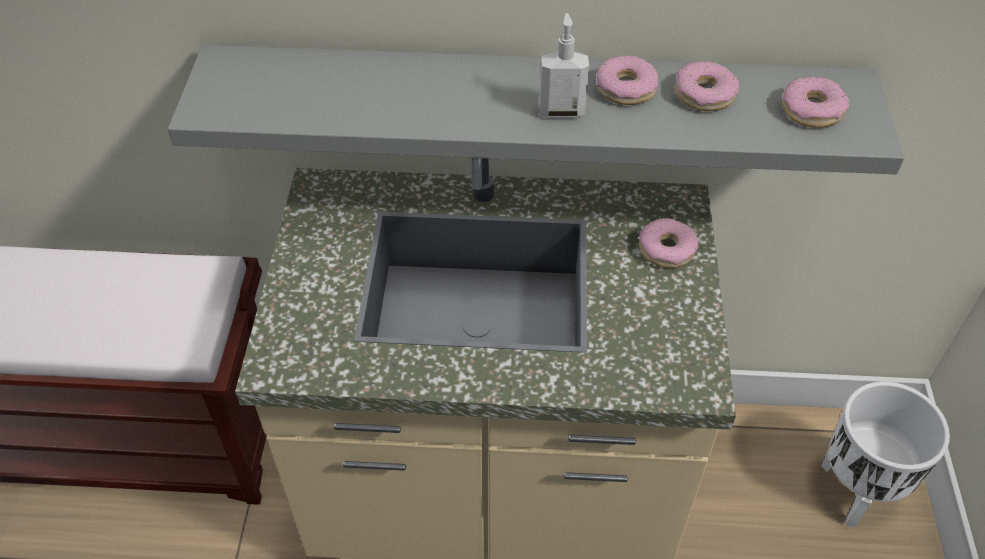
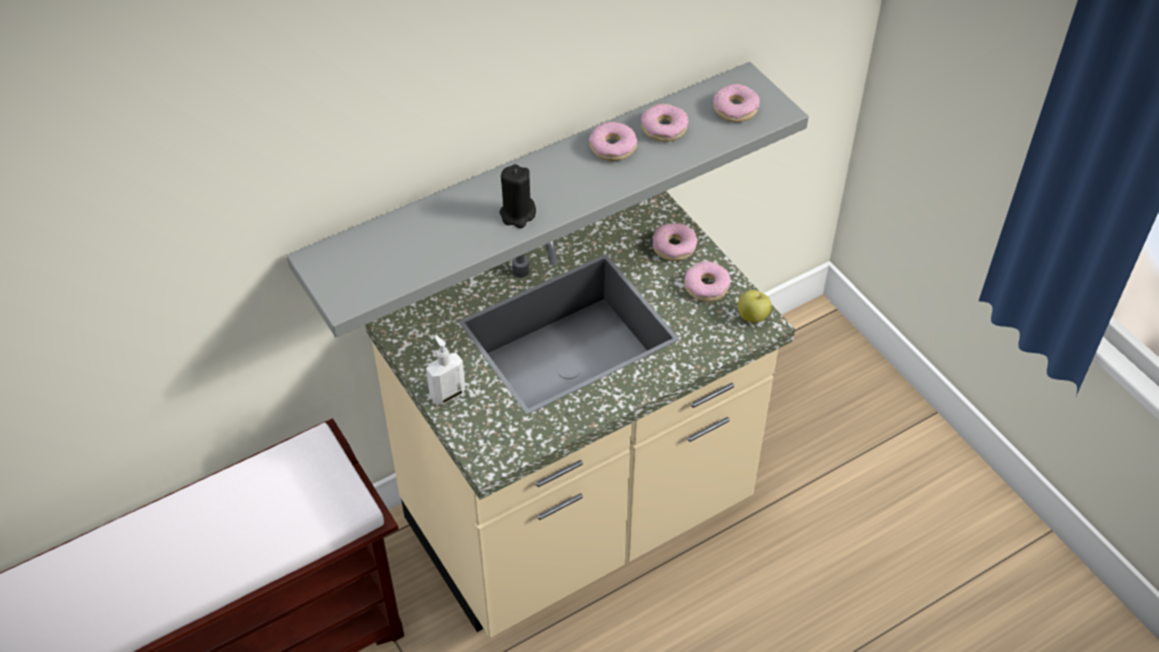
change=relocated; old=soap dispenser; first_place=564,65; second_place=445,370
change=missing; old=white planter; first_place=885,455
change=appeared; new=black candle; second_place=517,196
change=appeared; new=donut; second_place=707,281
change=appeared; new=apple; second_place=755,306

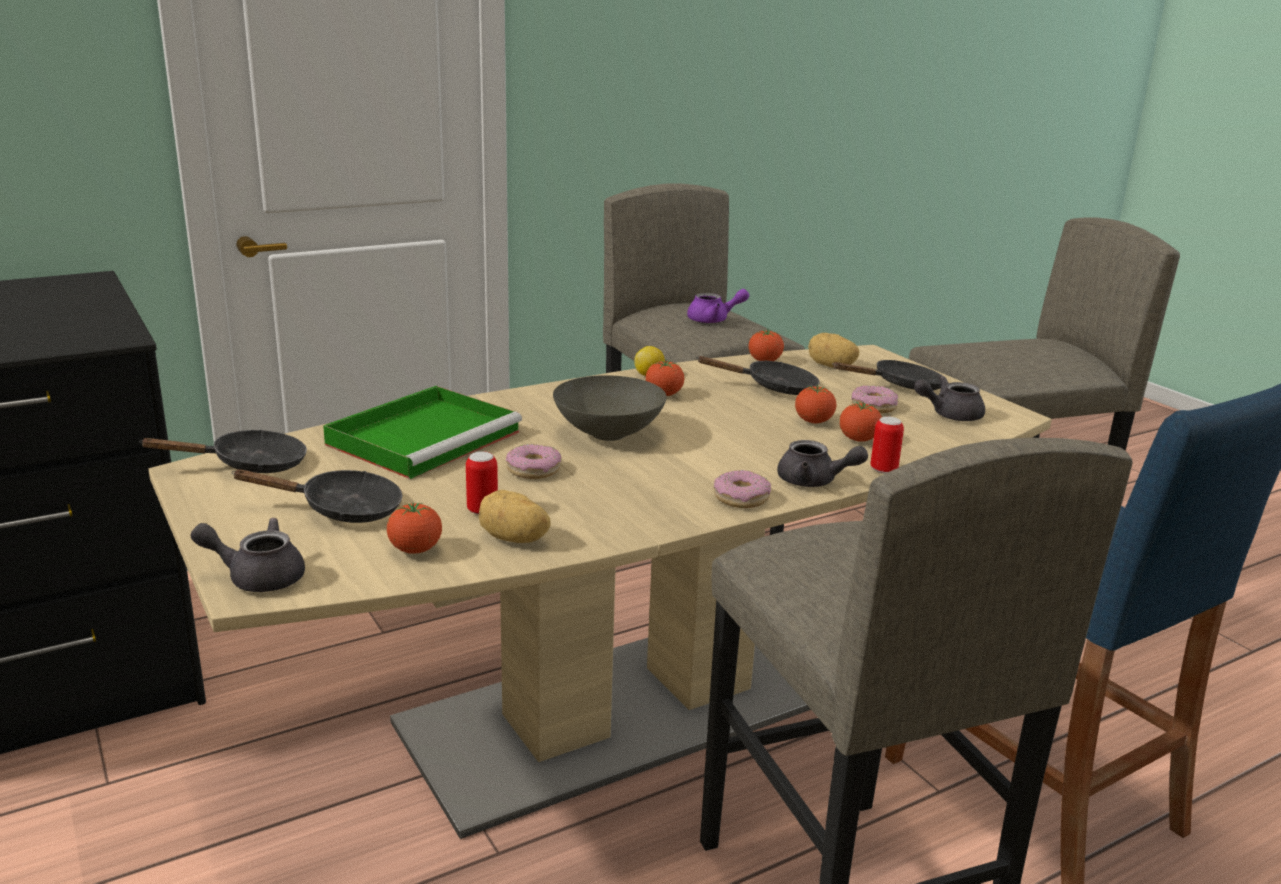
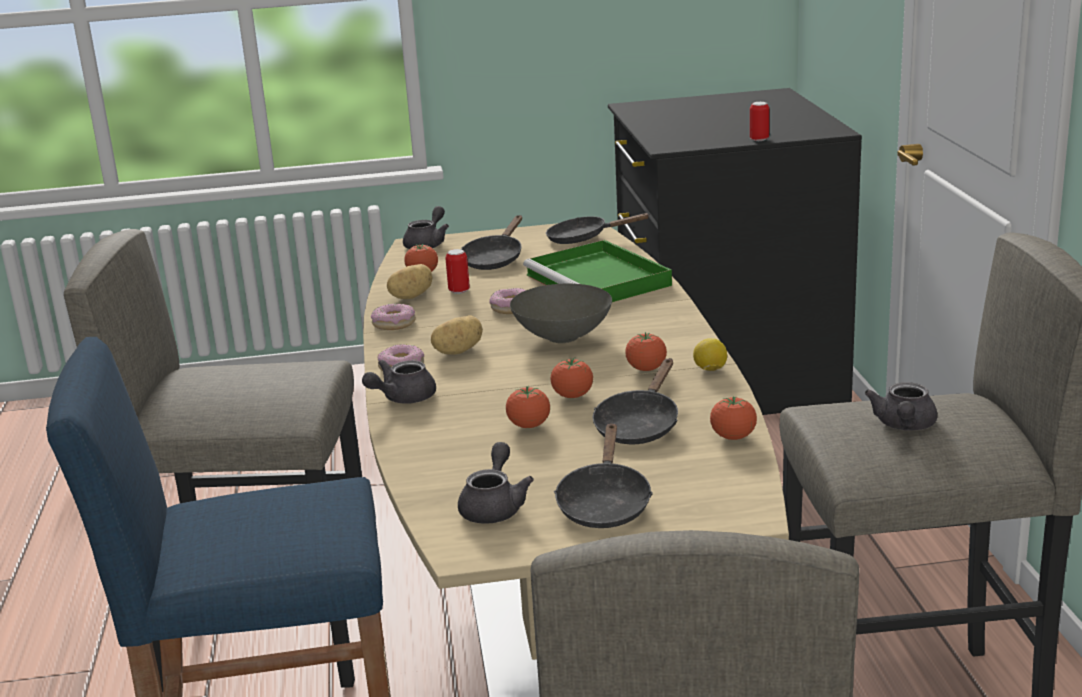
change=spun; old=black frying pan; first_place=223,451; second_place=597,228; degrees=90
change=colour; old=purple teapot; new=grey teapot; first_place=718,306; second_place=901,406
change=relocated; old=potato; first_place=833,350; second_place=457,335
change=relocated; old=tomato; first_place=860,421; second_place=572,378
change=relocated; old=donut; first_place=874,399; second_place=393,317
change=relocated; old=can; first_place=887,445; second_place=759,121

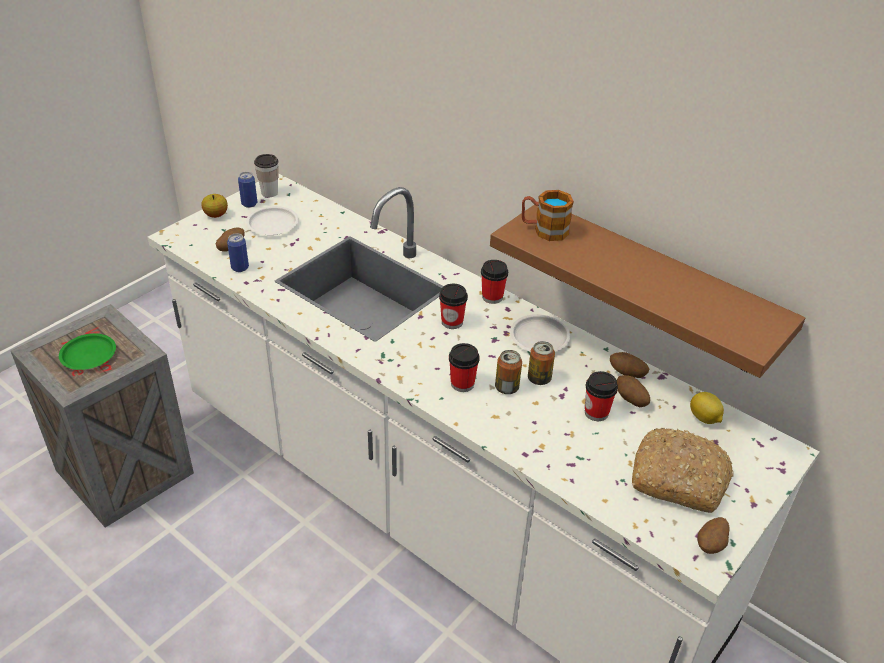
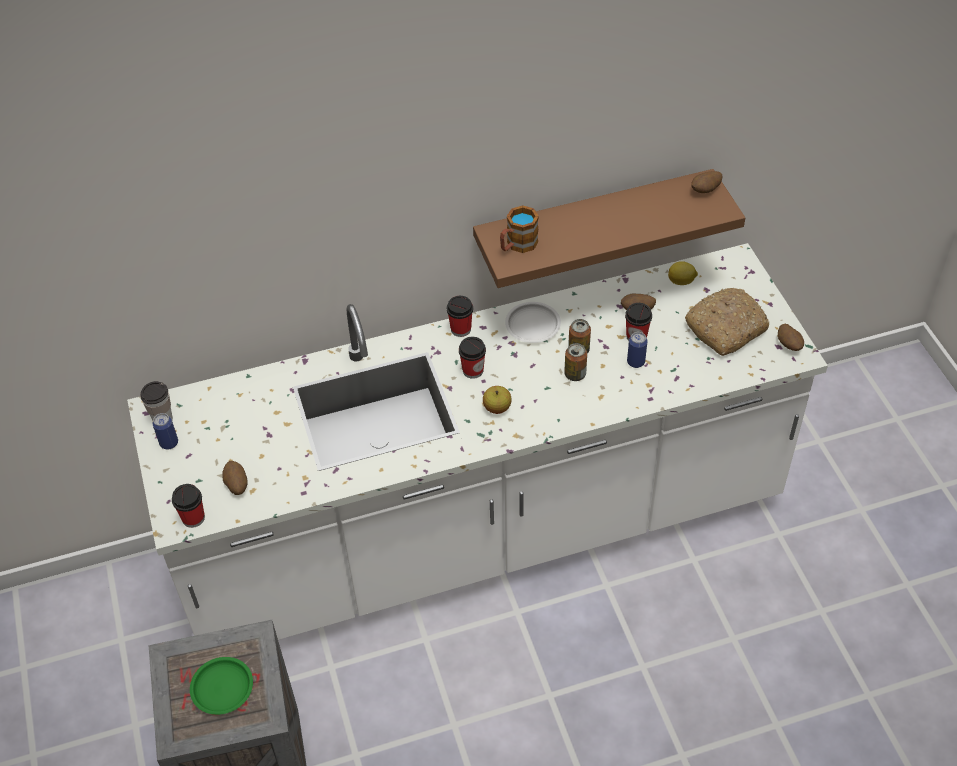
change=relocated; old=apple; first_place=214,206; second_place=497,400
change=relocated; old=can; first_place=238,252; second_place=637,350
change=missing; old=white plate; first_place=272,220
change=relocated; old=cup; first_place=464,367; second_place=188,506
change=relocated; old=potato; first_place=629,365; second_place=706,182

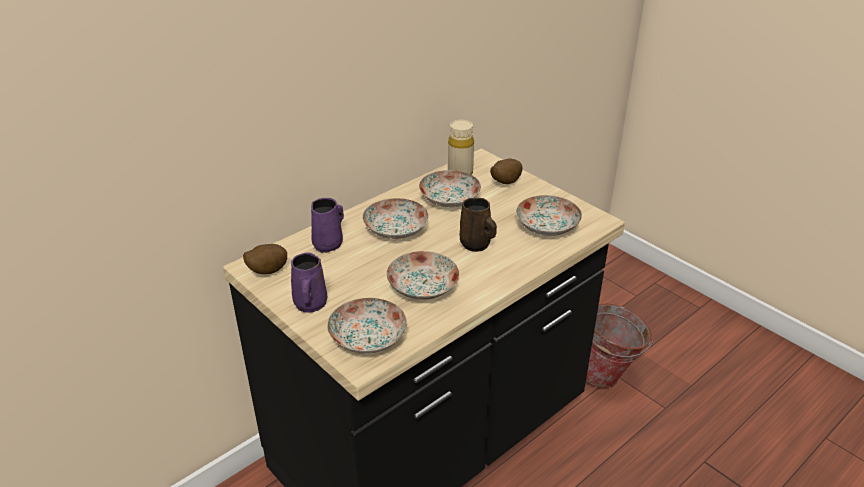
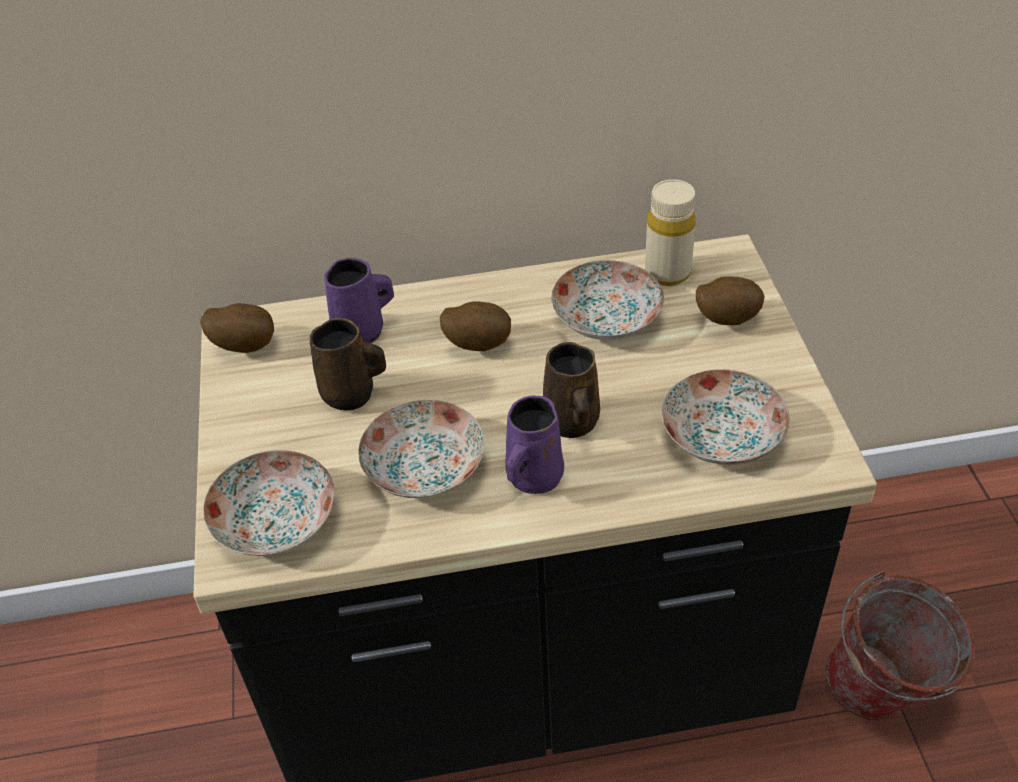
change=relocated; old=purple mug; first_place=309,282; second_place=535,445
change=exchanged; old=plate; new=potato; first_place=395,218; second_place=475,326
change=appeared; new=brown mug; second_place=348,364

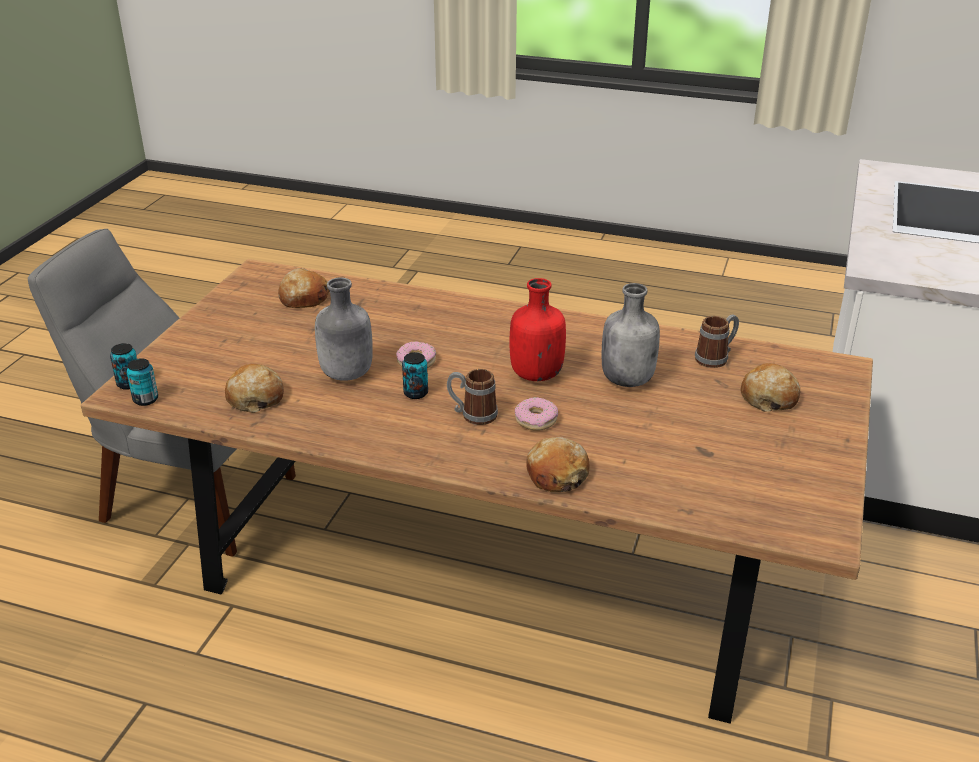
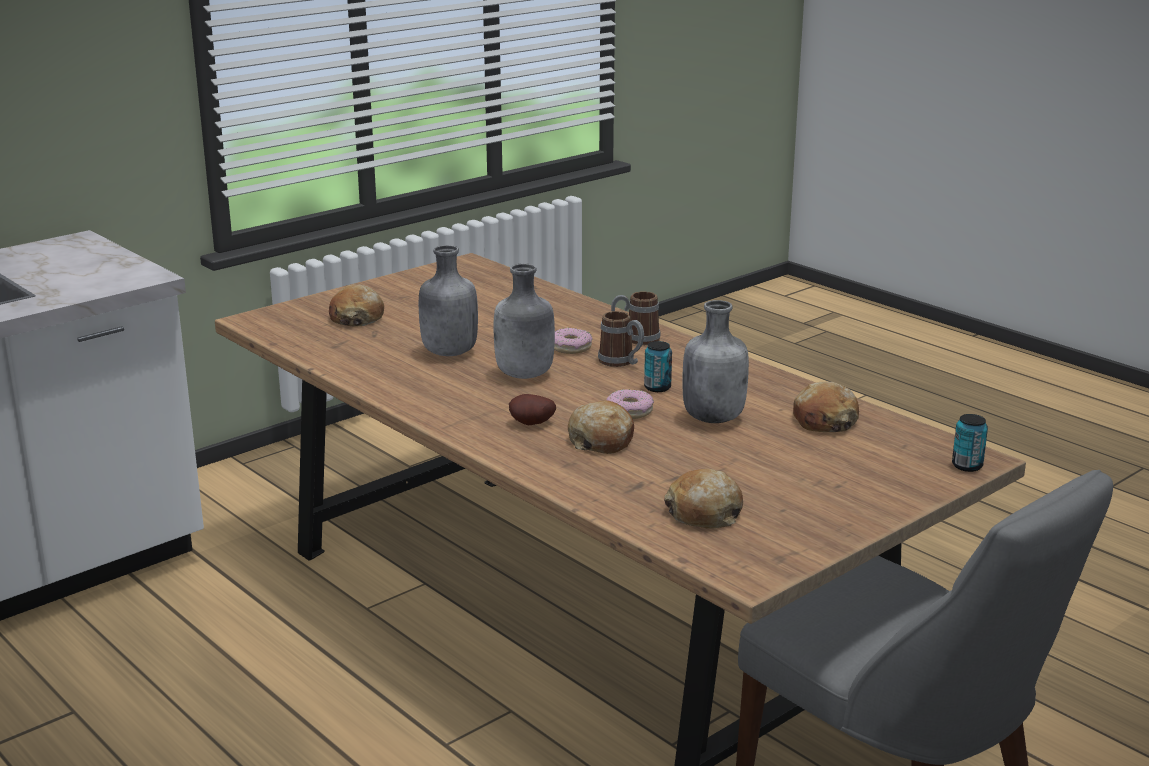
change=missing; old=can; first_place=142,382
change=colour; old=red bottle; new=grey bottle; first_place=537,329; second_place=524,321
change=relocated; old=bread; first_place=558,464; second_place=601,427
change=relocated; old=mug; first_place=717,341; second_place=636,318
change=appeared; new=potato; second_place=532,409

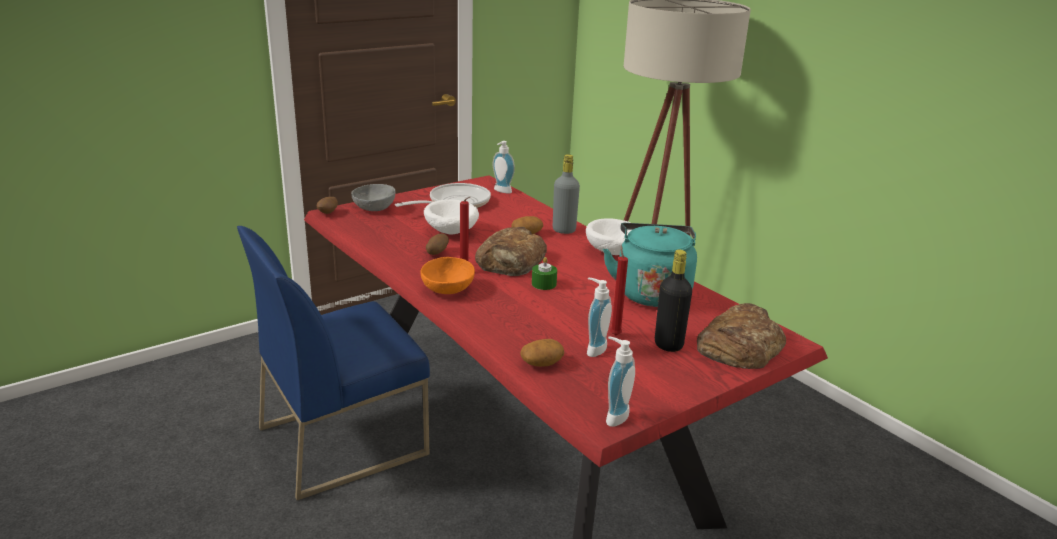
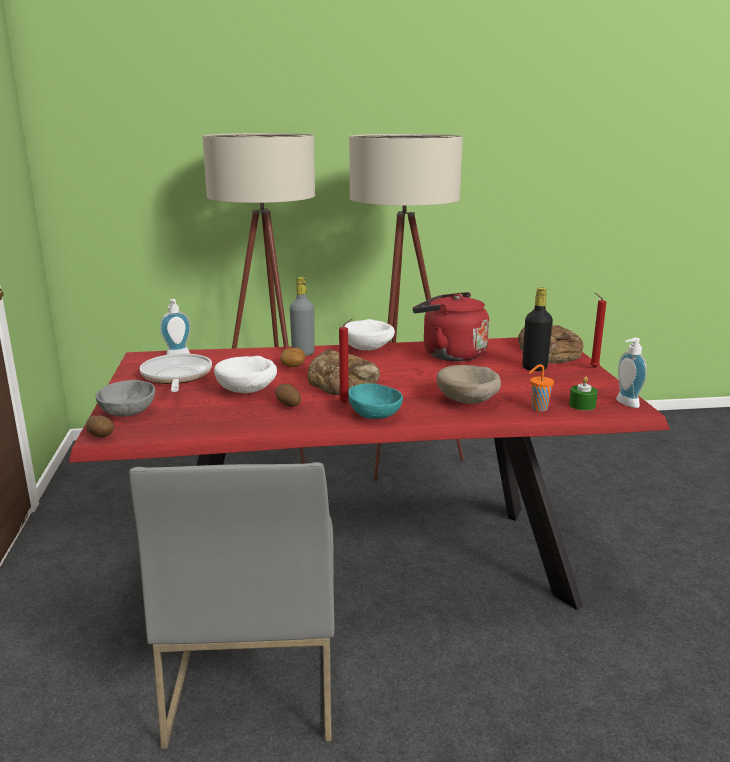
change=colour; old=blue chair; new=grey chair; first_place=333,363; second_place=231,605
change=colour; old=orange bowl; new=turquoise bowl; first_place=447,275; second_place=375,401
change=exchanged; old=potato; new=orange cup; first_place=542,353; second_place=541,388
change=relocated; old=green candle; first_place=544,273; second_place=583,393
change=missing; old=soap dispenser; first_place=599,317
change=colour; old=turquoise kettle; new=red kettle; first_place=650,265; second_place=451,326
change=relocated; old=red candle; first_place=619,290; second_place=598,330
change=appeared; new=beige floor lamp; second_place=406,307
change=appeared; new=beige bowl; second_place=469,384

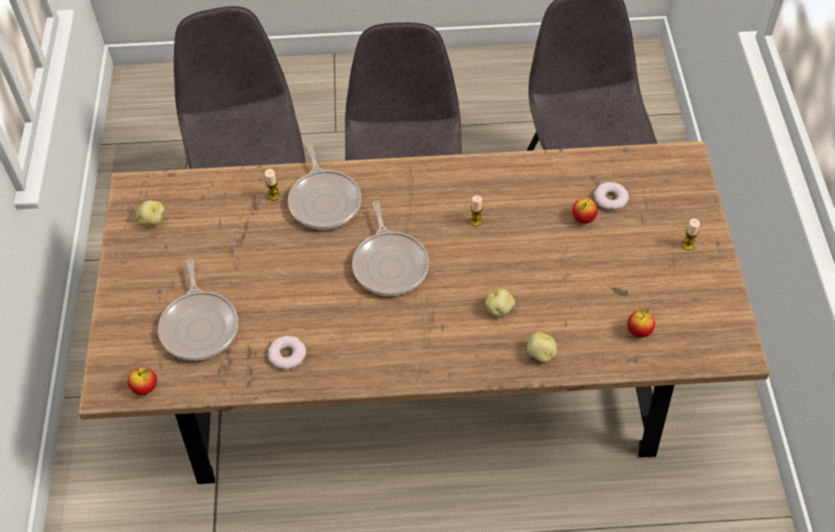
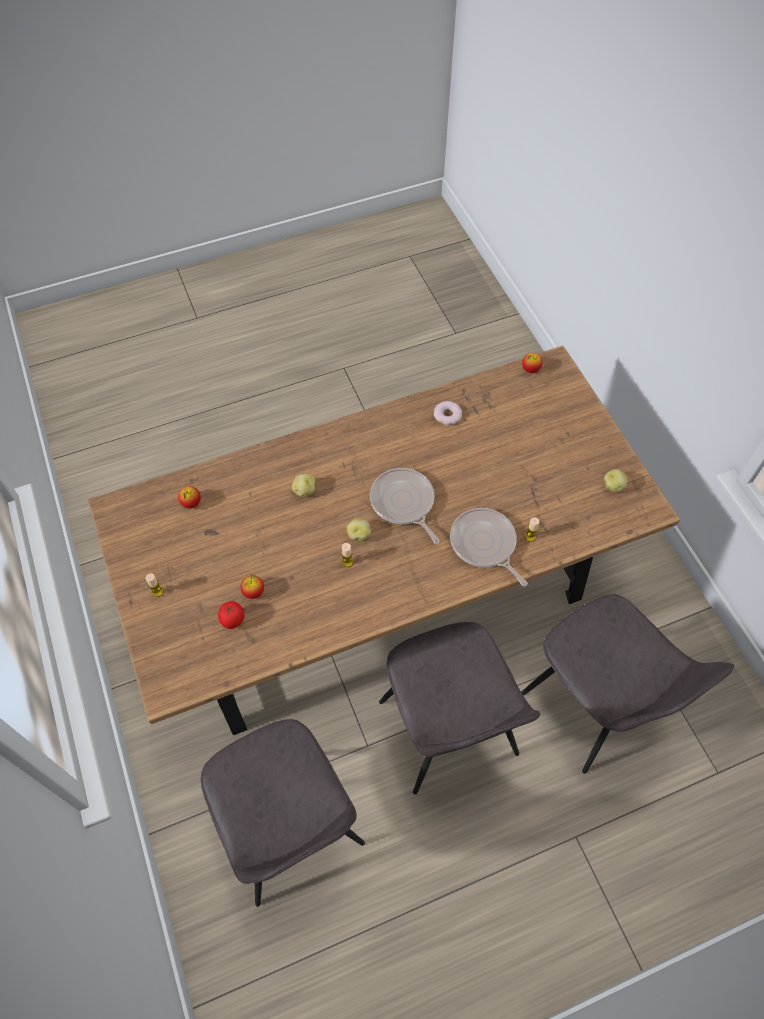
change=missing; old=frying pan; first_place=198,310
change=relocated; old=potato; first_place=542,347; second_place=358,529
change=exchanged; old=donut; new=tomato; first_place=611,196; second_place=231,615

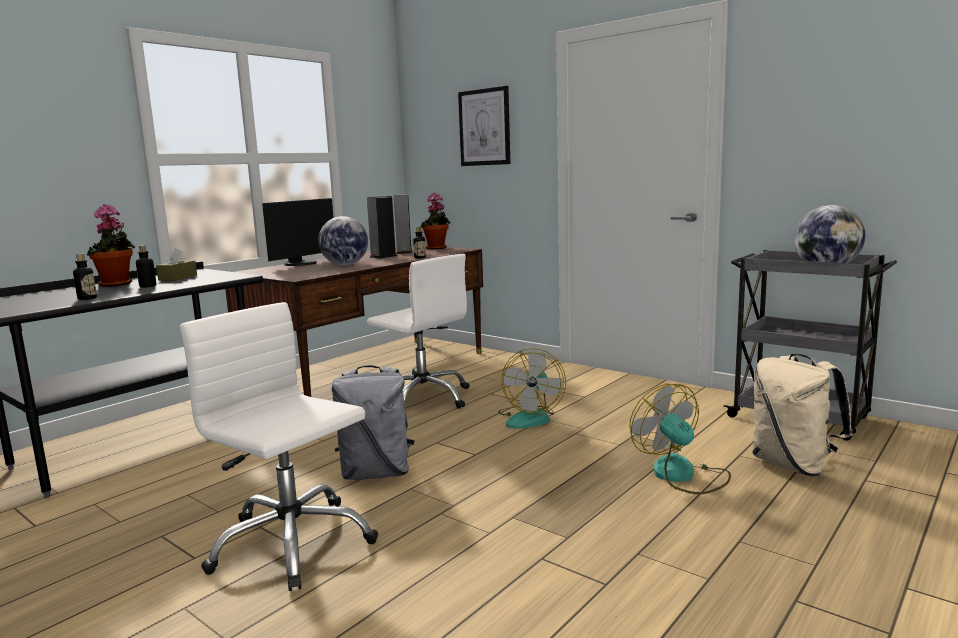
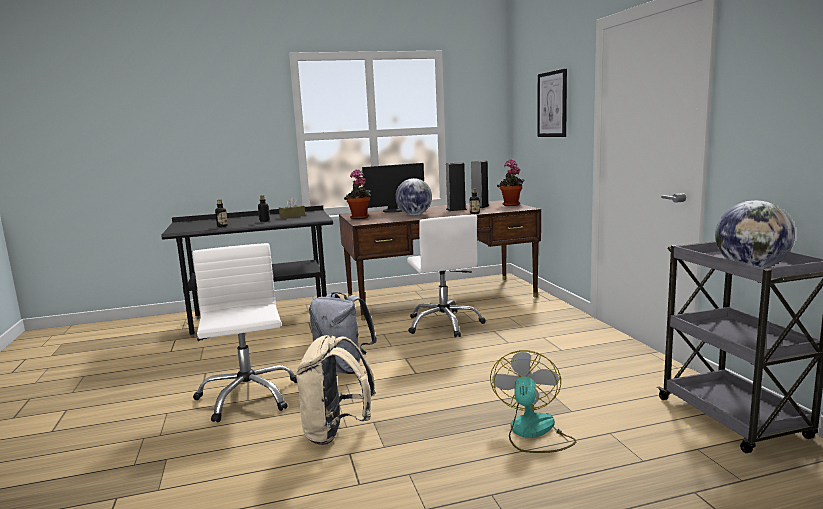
change=relocated; old=potted plant; first_place=111,245; second_place=357,194
change=missing; old=fan; first_place=532,388
change=relocated; old=beige backpack; first_place=802,415; second_place=335,390

